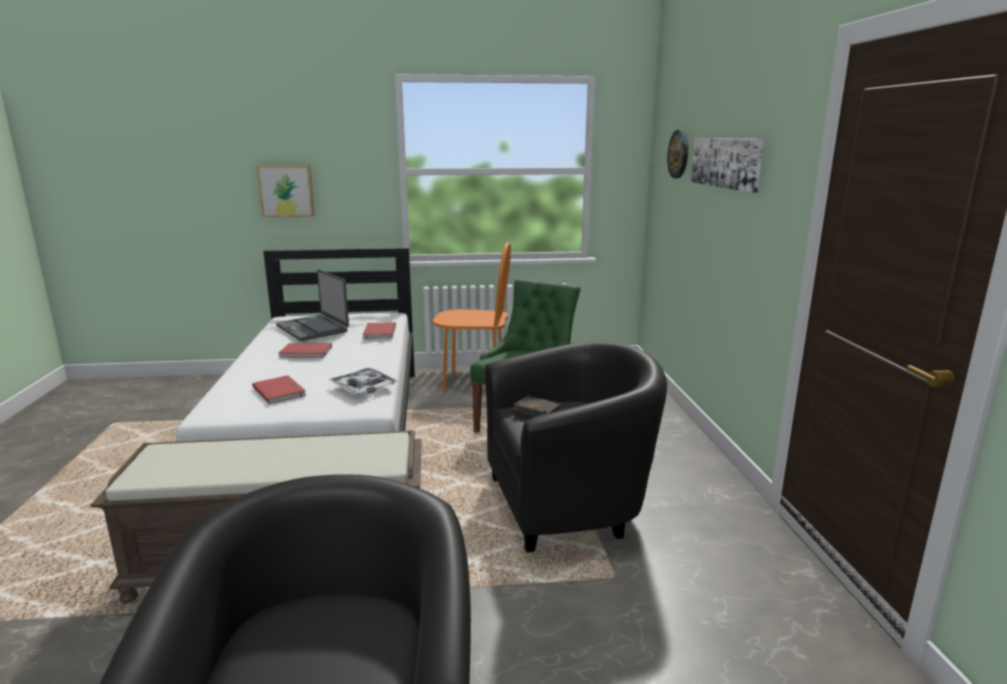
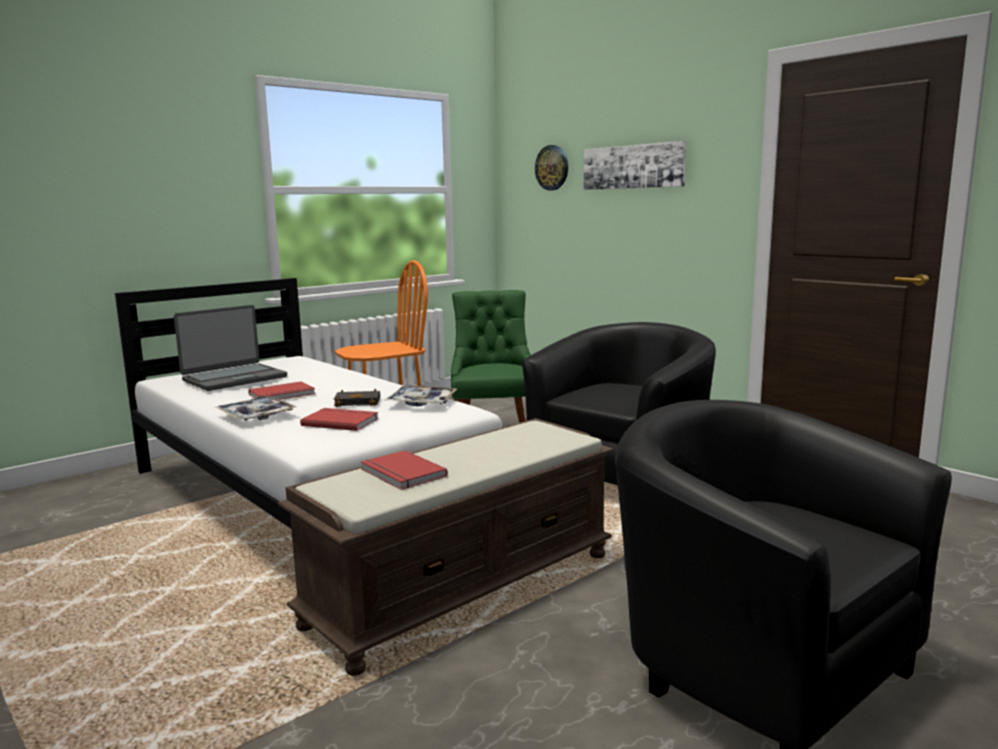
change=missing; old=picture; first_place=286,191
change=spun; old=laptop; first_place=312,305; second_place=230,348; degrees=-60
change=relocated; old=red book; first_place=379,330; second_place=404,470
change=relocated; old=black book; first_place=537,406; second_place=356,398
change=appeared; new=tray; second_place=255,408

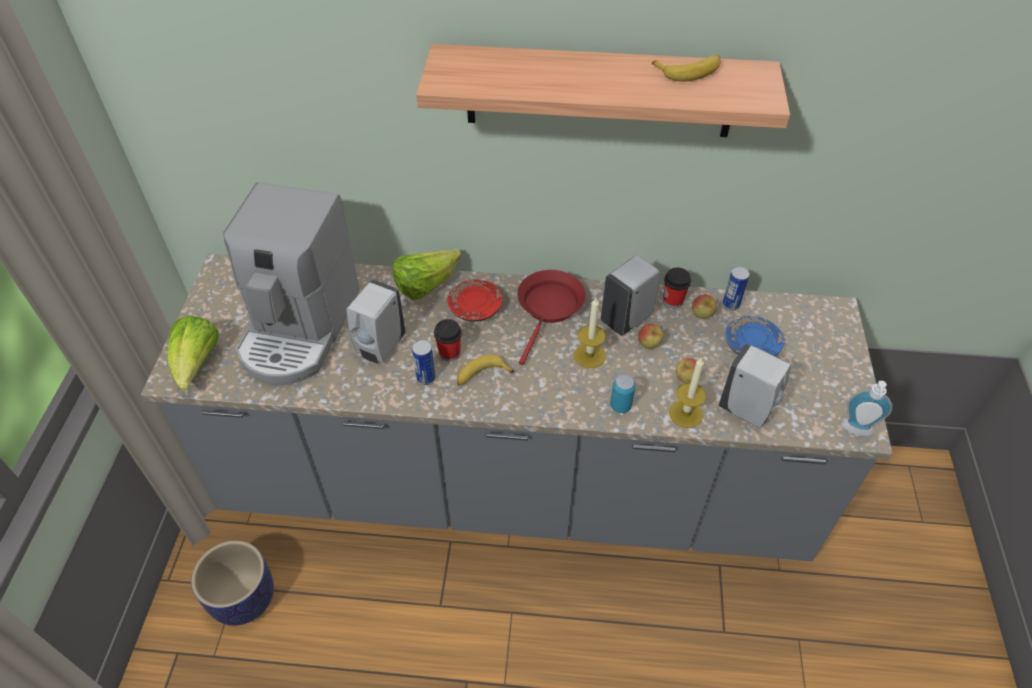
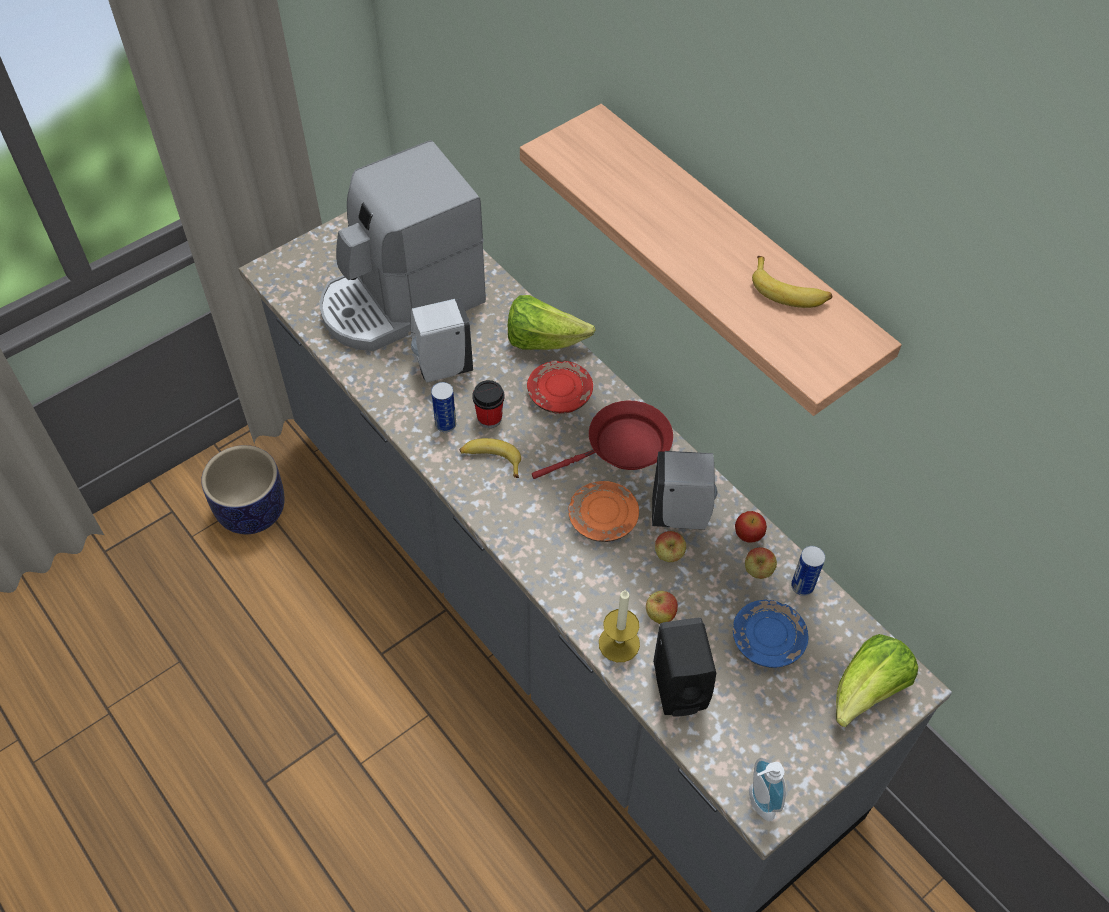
change=relocated; old=lettuce; first_place=193,353; second_place=877,680
change=exchanged; old=candle; new=orange plate; first_place=590,333; second_place=603,511
change=missing; old=can; first_place=622,394
change=exchanged; old=cup; new=apple; first_place=677,287; second_place=751,527
change=colour; old=white soap dispenser; new=black soap dispenser; first_place=754,385; second_place=684,667

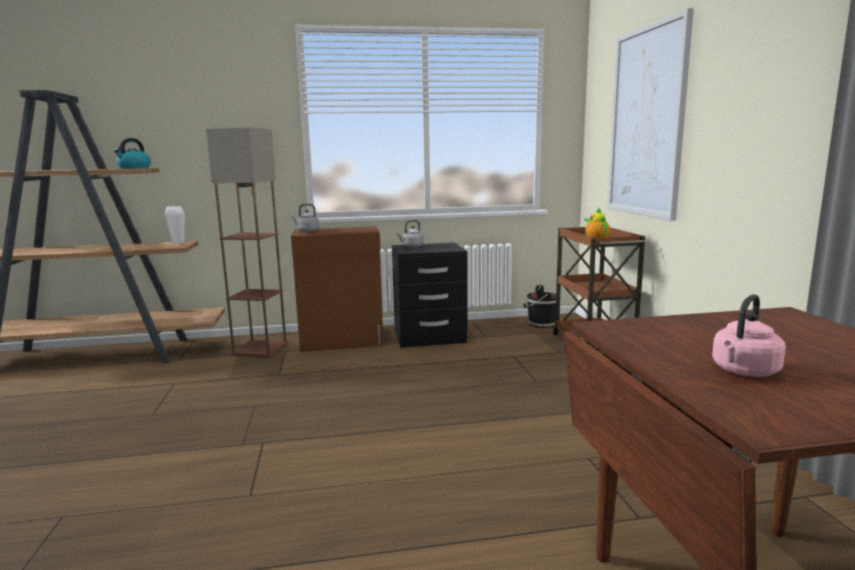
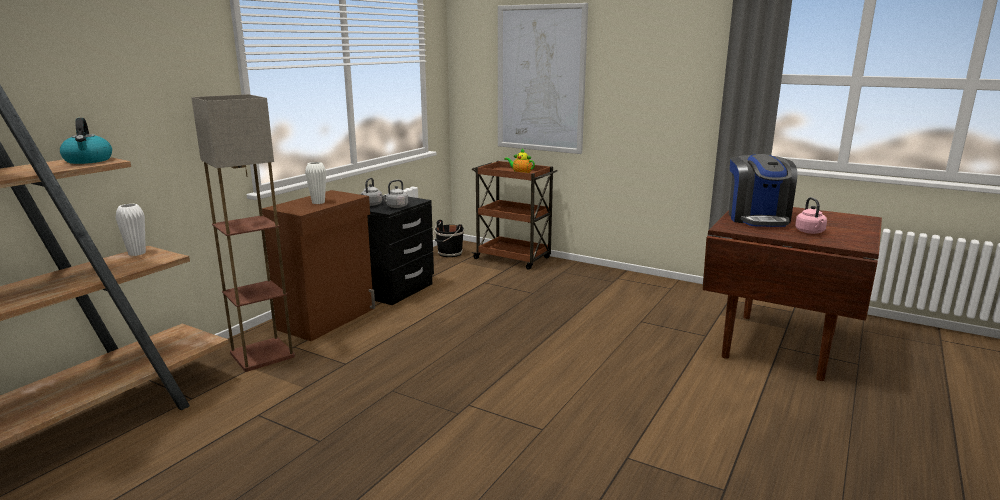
change=relocated; old=grey kettle; first_place=305,218; second_place=394,194
change=appeared; new=white vase; second_place=315,183
change=appeared; new=coffee machine; second_place=763,190

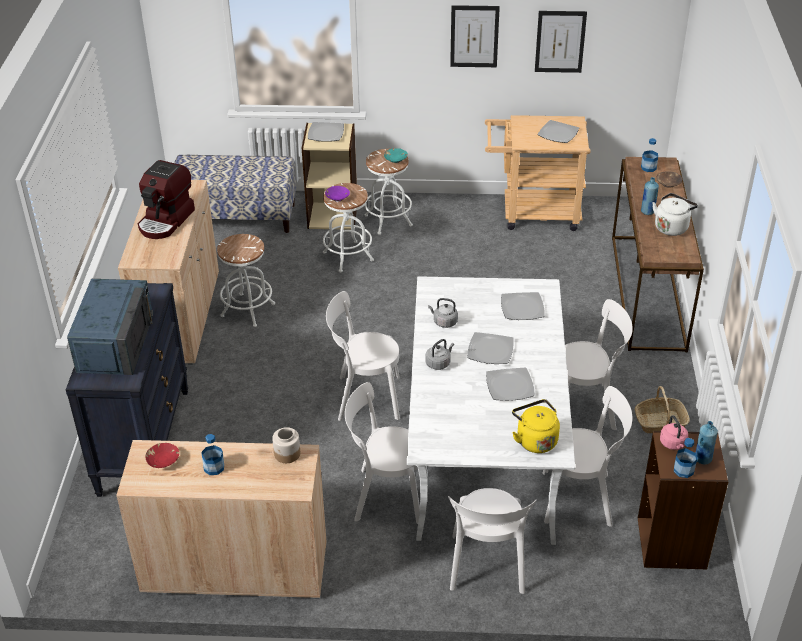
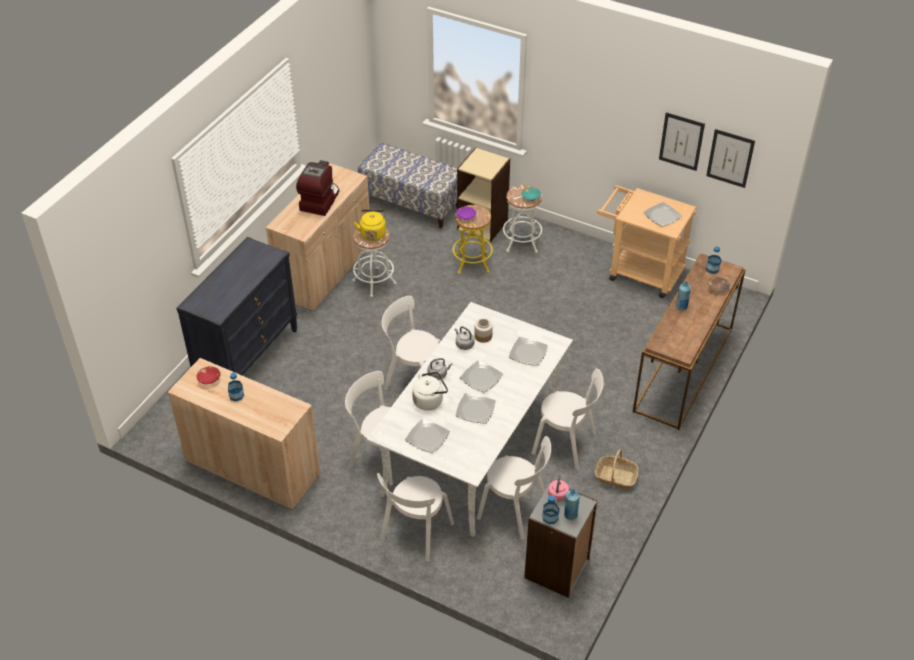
change=missing; old=blue microwave; first_place=110,327
change=spun; old=coffee machine; first_place=166,199; second_place=317,188; degrees=150
change=relocated; old=jar; first_place=286,445; second_place=483,330
change=relocated; old=plate; first_place=326,132; second_place=427,436
change=colour; old=white stool; new=yellow stool; first_place=348,227; second_place=473,239
change=relocated; old=picture; first_place=475,36; second_place=730,158
change=relocated; old=yellow kettle; first_place=536,426; second_place=370,225
change=colour; old=brown bookcase; new=grey bookcase; first_place=683,500; second_place=561,539
change=relocated; old=white kettle; first_place=675,214; second_place=430,391

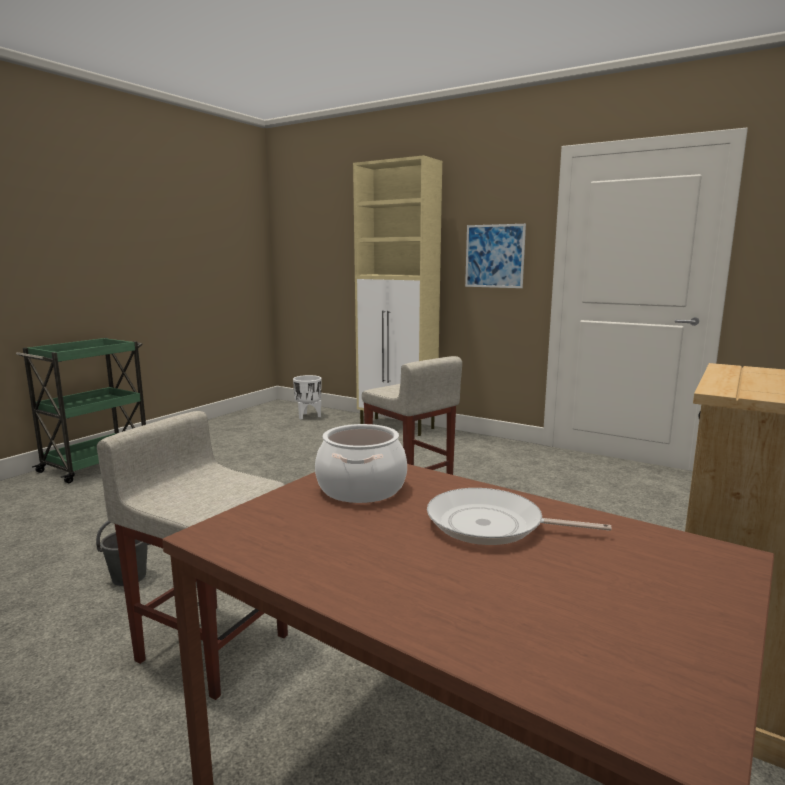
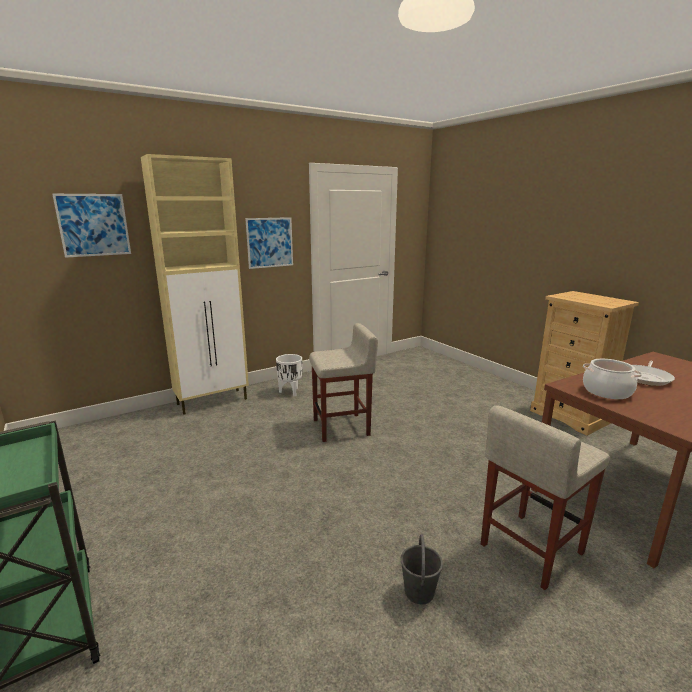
change=relocated; old=white planter; first_place=307,397; second_place=289,375
change=appeared; new=picture; second_place=91,226

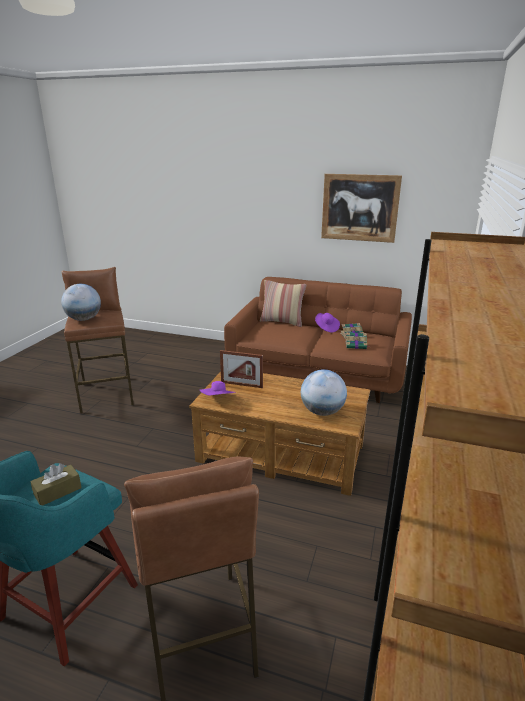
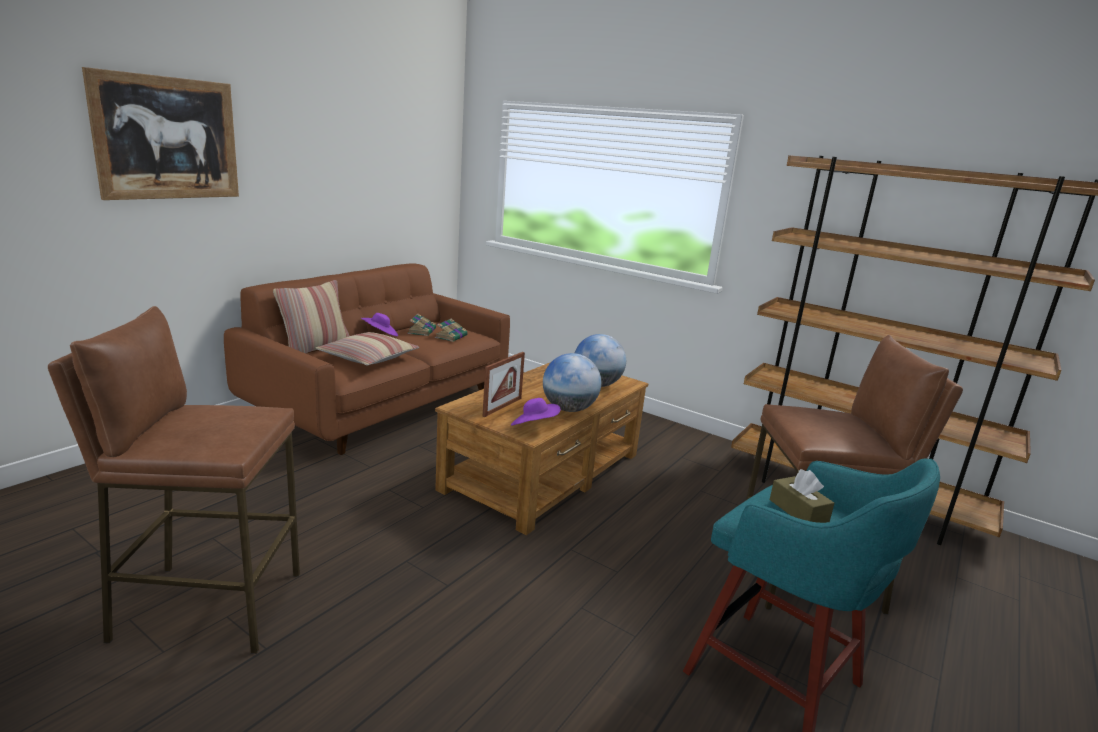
change=relocated; old=globe; first_place=81,302; second_place=572,382
change=relocated; old=picture; first_place=361,208; second_place=160,133
change=appeared; new=pillow; second_place=367,348

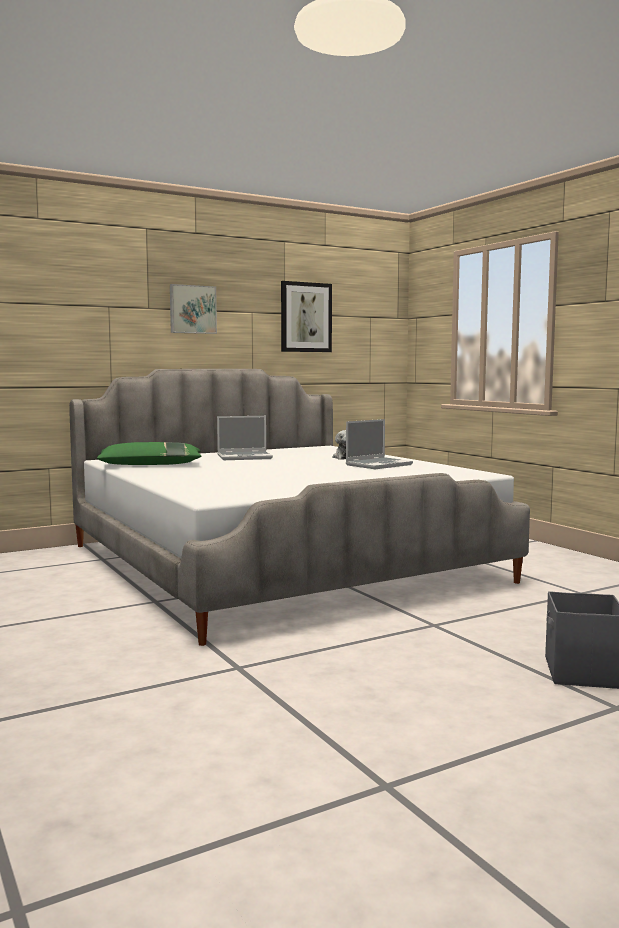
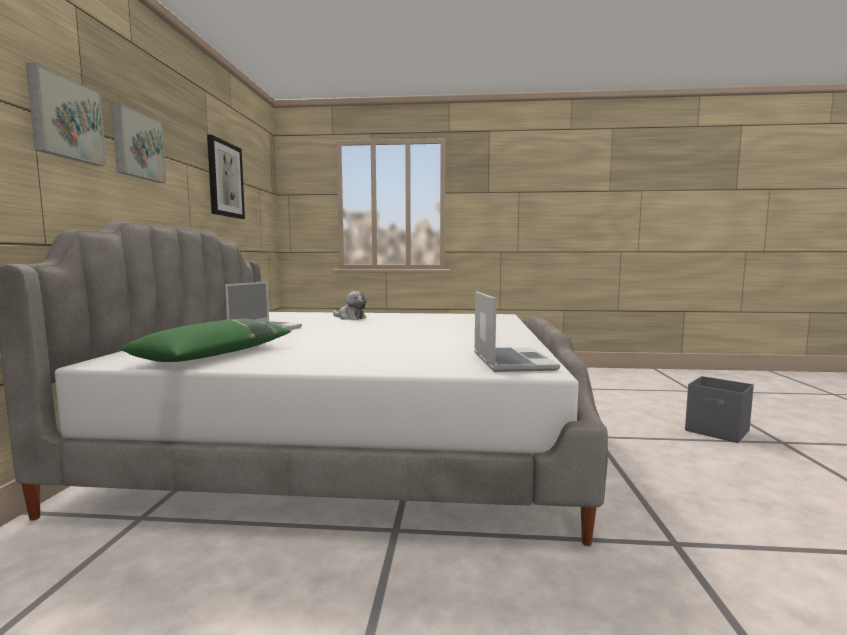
change=relocated; old=laptop; first_place=379,444; second_place=517,331
change=appeared; new=picture; second_place=66,114

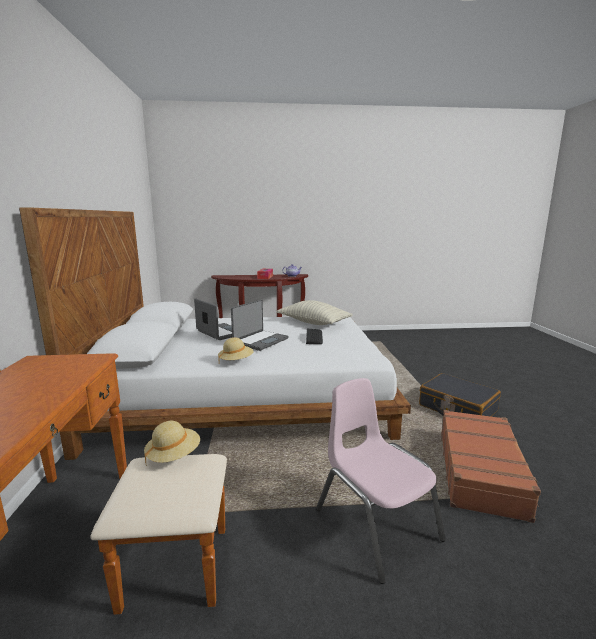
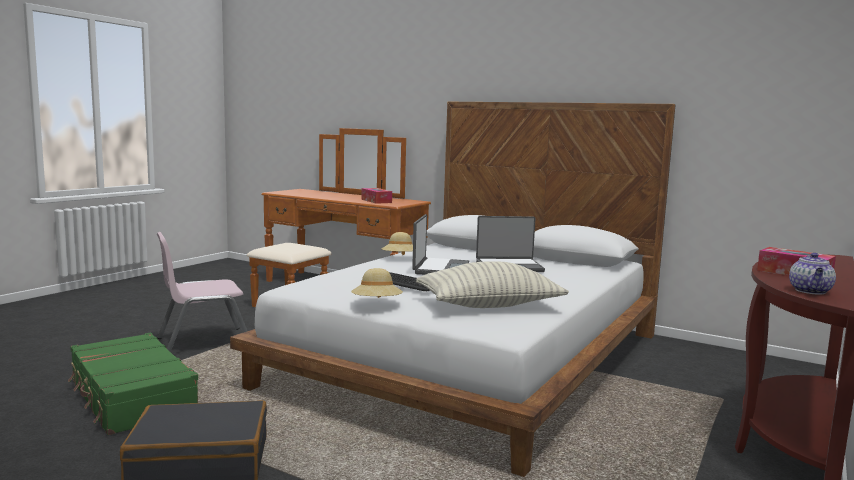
change=relocated; old=beige hat; first_place=172,443; second_place=377,283
change=spun; old=laptop; first_place=260,325; second_place=440,244; degrees=-150
change=spun; old=pink chair; first_place=381,481; second_place=202,292; degrees=150
change=colour; old=brown suitcase; new=green suitcase; first_place=491,466; second_place=133,384
change=appeared; new=tissue box; second_place=376,196

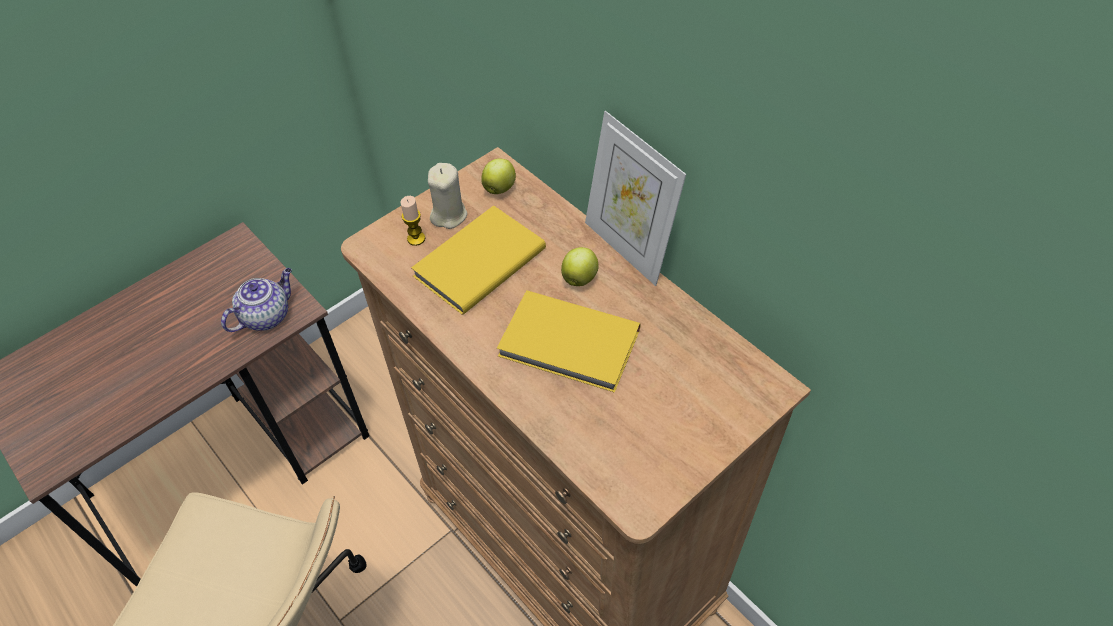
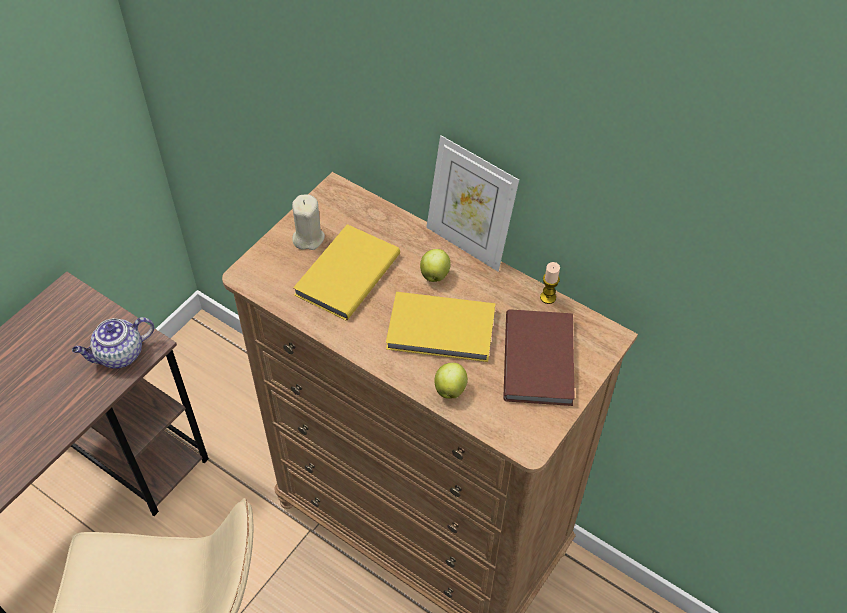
change=spun; old=teapot; first_place=256,300; second_place=113,343; degrees=-150
change=relocated; old=candle; first_place=412,221; second_place=550,283
change=relocated; old=apple; first_place=498,176; second_place=451,381
change=appeared; new=brown book; second_place=539,357

